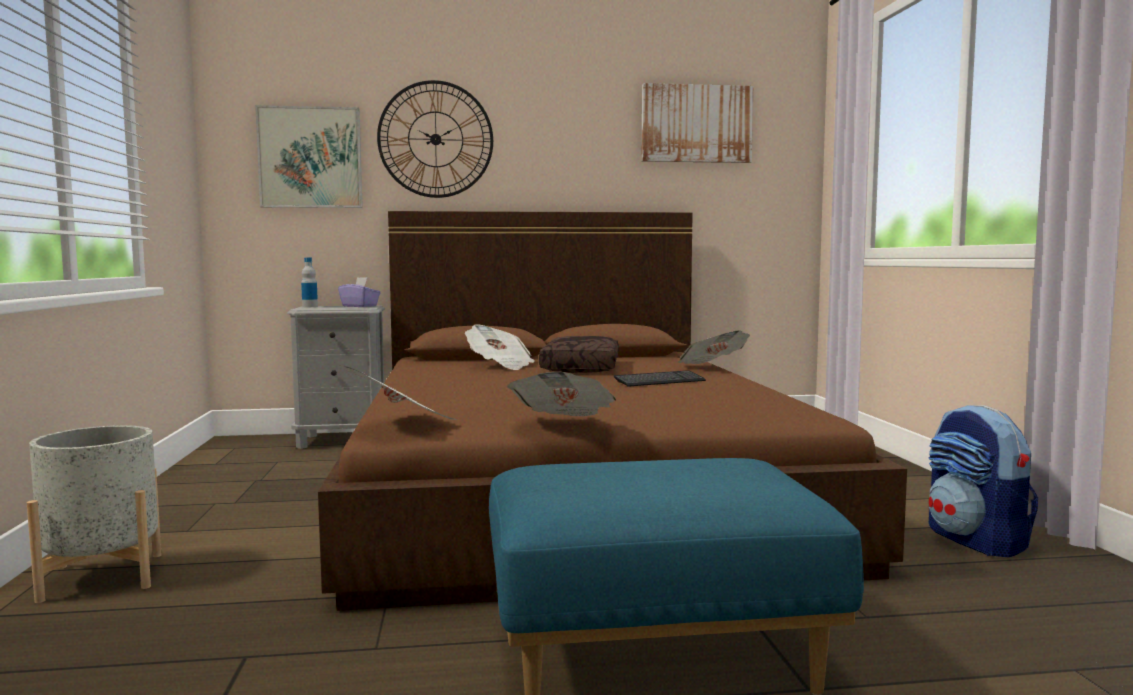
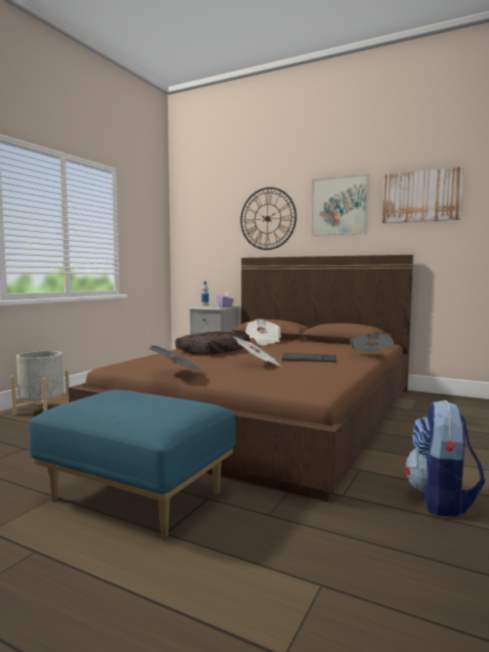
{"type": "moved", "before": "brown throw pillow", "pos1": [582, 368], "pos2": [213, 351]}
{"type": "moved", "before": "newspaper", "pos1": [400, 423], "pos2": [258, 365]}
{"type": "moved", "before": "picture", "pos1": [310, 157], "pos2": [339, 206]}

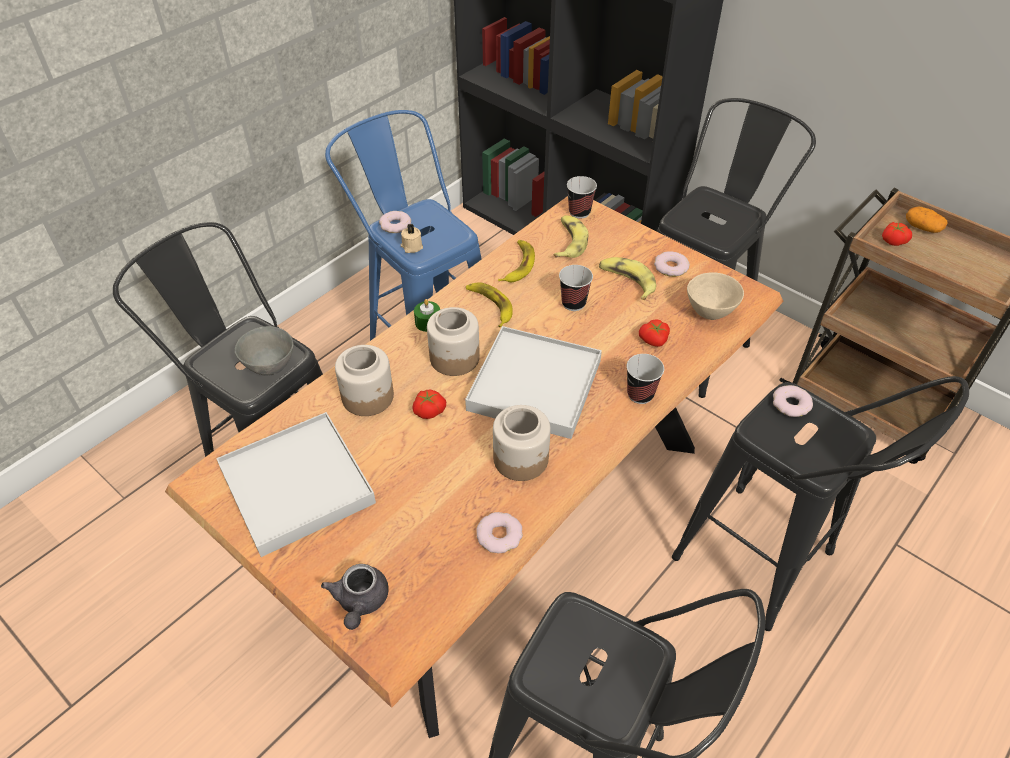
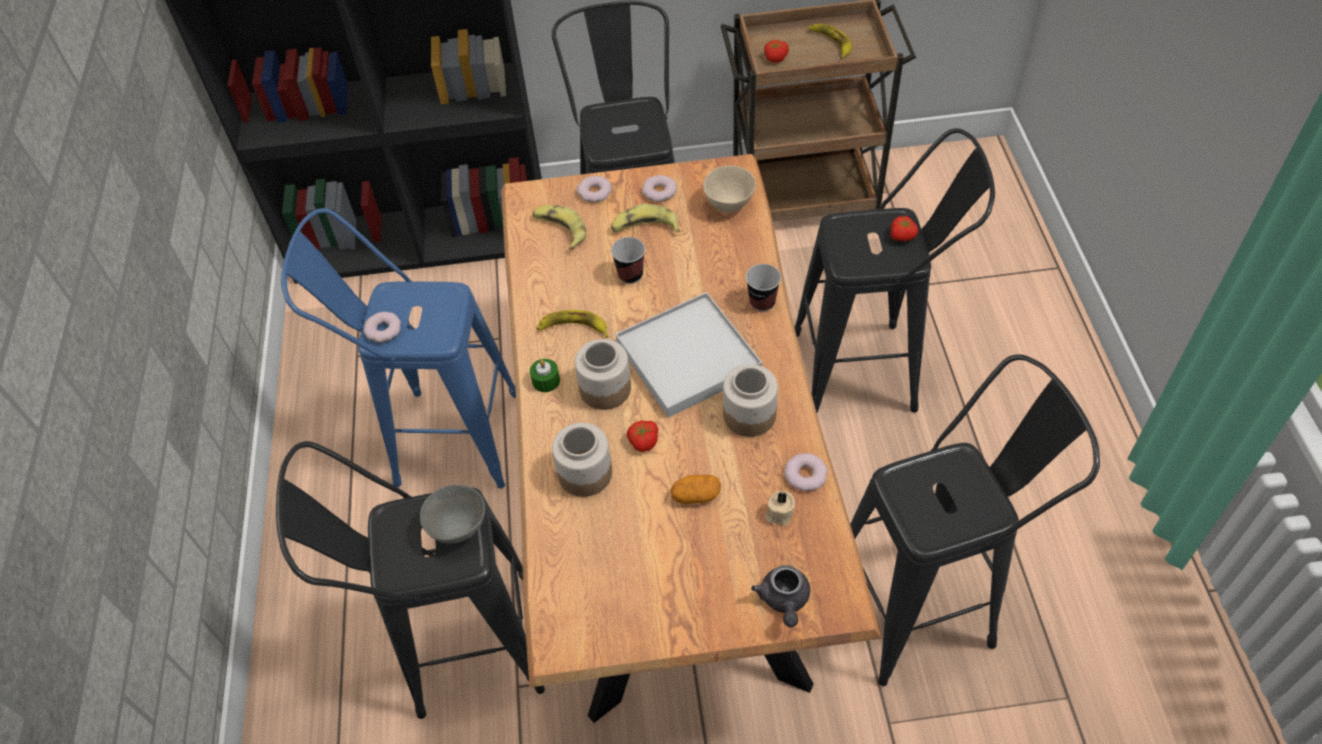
{"type": "moved", "before": "donut", "pos1": [791, 404], "pos2": [595, 192]}
{"type": "moved", "before": "spud", "pos1": [922, 228], "pos2": [695, 495]}
{"type": "turned", "before": "grey teapot", "pos1": [360, 602], "pos2": [784, 601], "turn": 45}
{"type": "moved", "before": "sand-coloured wax candle", "pos1": [411, 246], "pos2": [779, 514]}
{"type": "moved", "before": "banana", "pos1": [518, 265], "pos2": [830, 43]}
{"type": "moved", "before": "fresh tomato", "pos1": [654, 340], "pos2": [903, 236]}
{"type": "removed", "before": "white-coloured carrying tray", "pos1": [296, 485]}
{"type": "removed", "before": "cup", "pos1": [579, 212]}

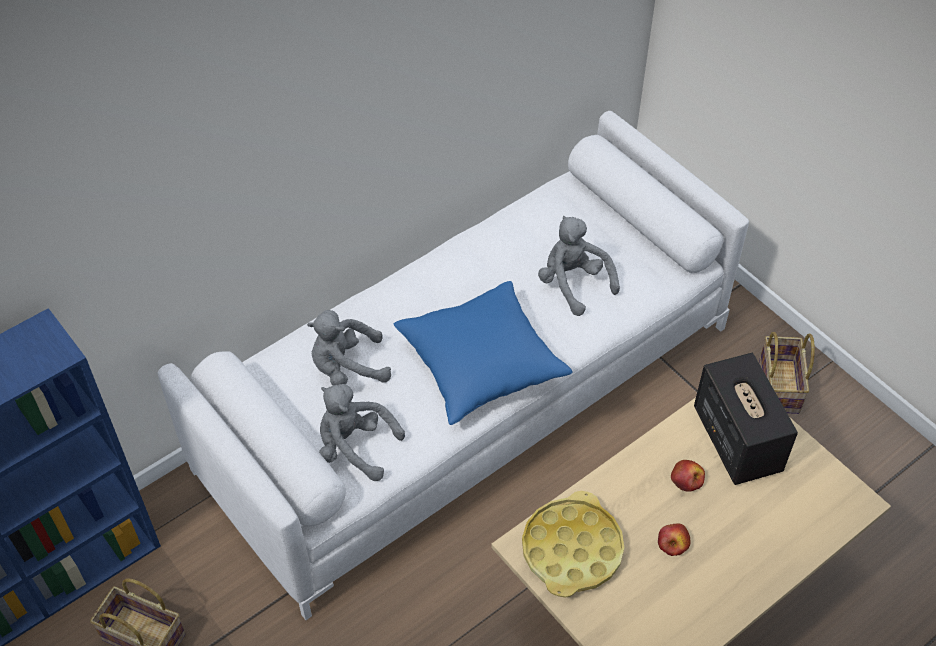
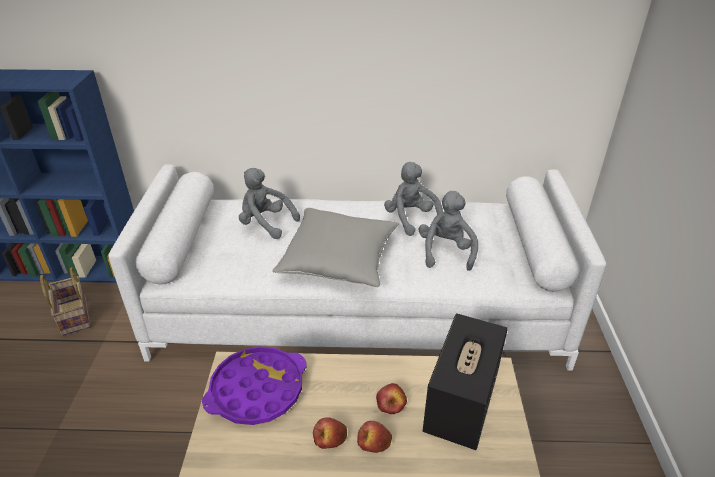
{"type": "recoloured", "before": "yellow carrying tray", "after": "purple-coloured carrying tray", "pos1": [571, 549], "pos2": [257, 390]}
{"type": "recoloured", "before": "blue-coloured throw pillow", "after": "grey throw pillow", "pos1": [481, 363], "pos2": [339, 260]}
{"type": "added", "after": "whole apple", "pos2": [374, 442]}
{"type": "moved", "before": "grey plush toy", "pos1": [354, 447], "pos2": [411, 219]}
{"type": "removed", "before": "storage basket", "pos1": [780, 388]}

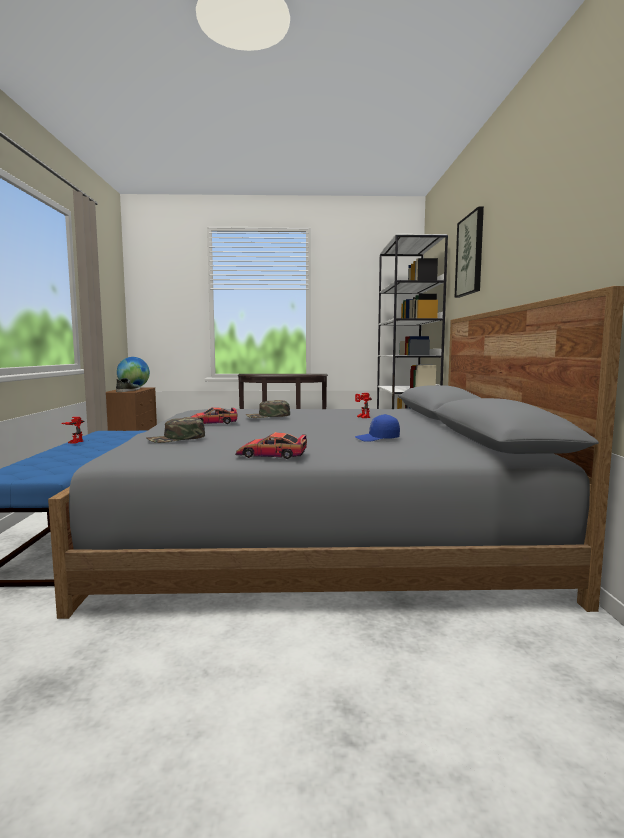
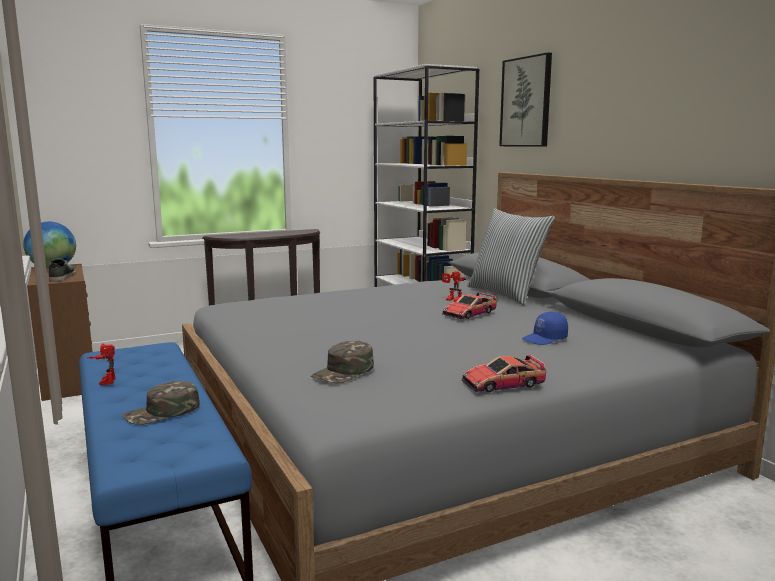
{"type": "moved", "before": "green-coloured peaked cap", "pos1": [268, 416], "pos2": [162, 412]}
{"type": "moved", "before": "model car", "pos1": [212, 423], "pos2": [469, 313]}
{"type": "added", "after": "throw pillow", "pos2": [506, 294]}

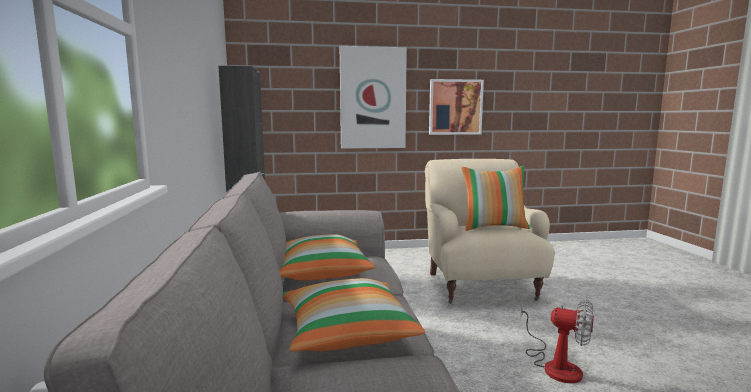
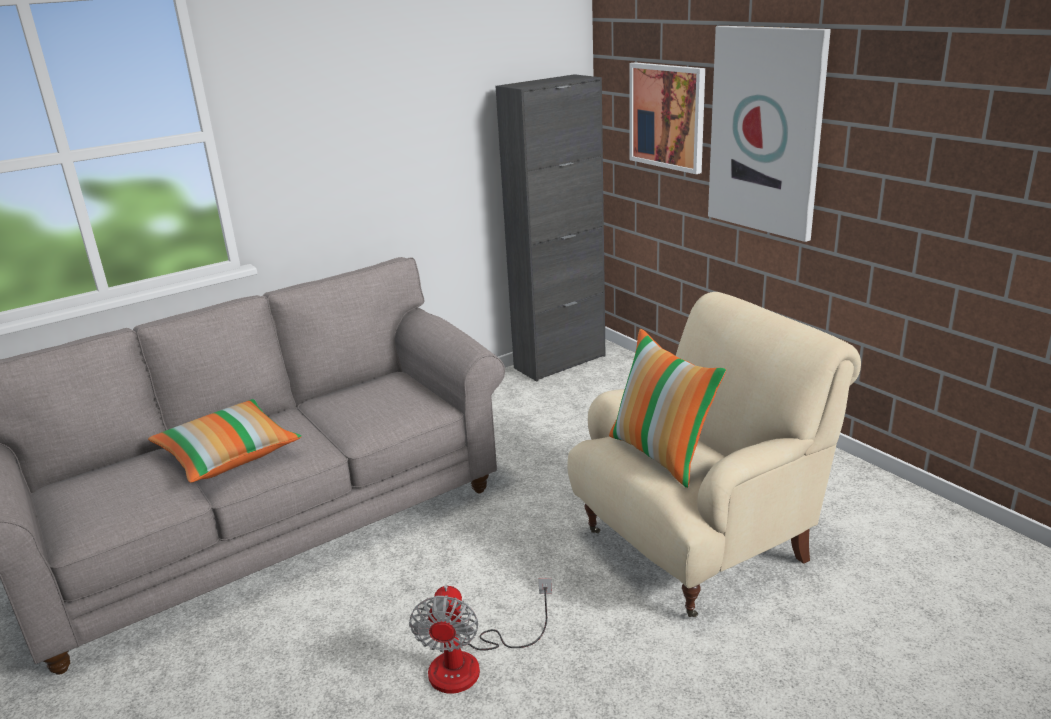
{"type": "moved", "before": "picture", "pos1": [455, 107], "pos2": [667, 116]}
{"type": "removed", "before": "throw pillow", "pos1": [321, 272]}

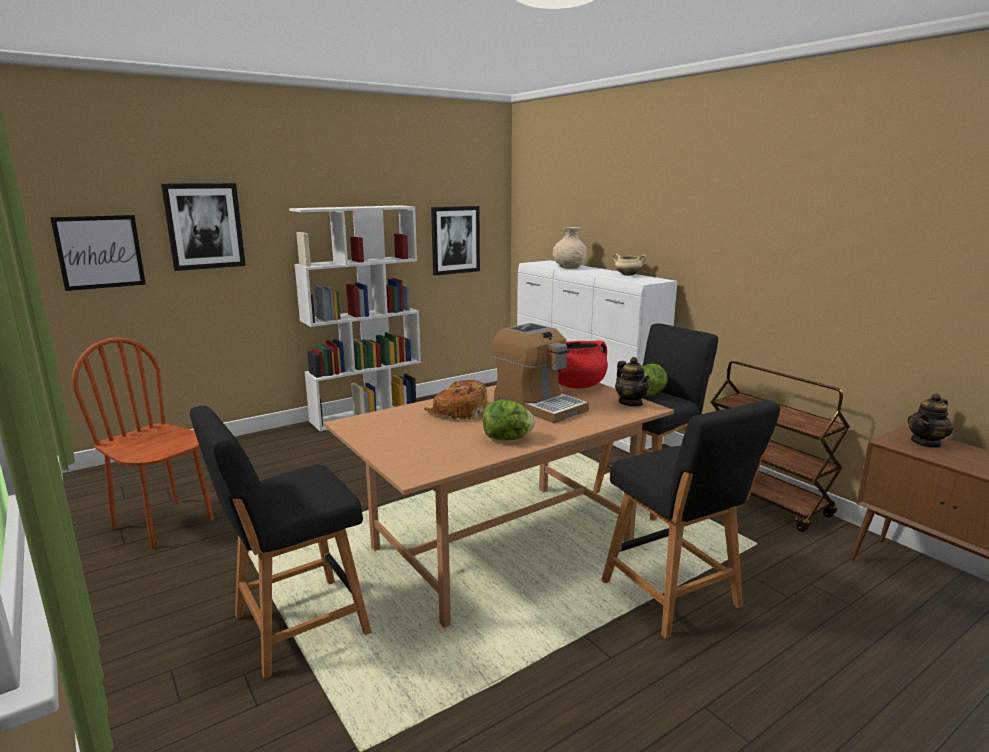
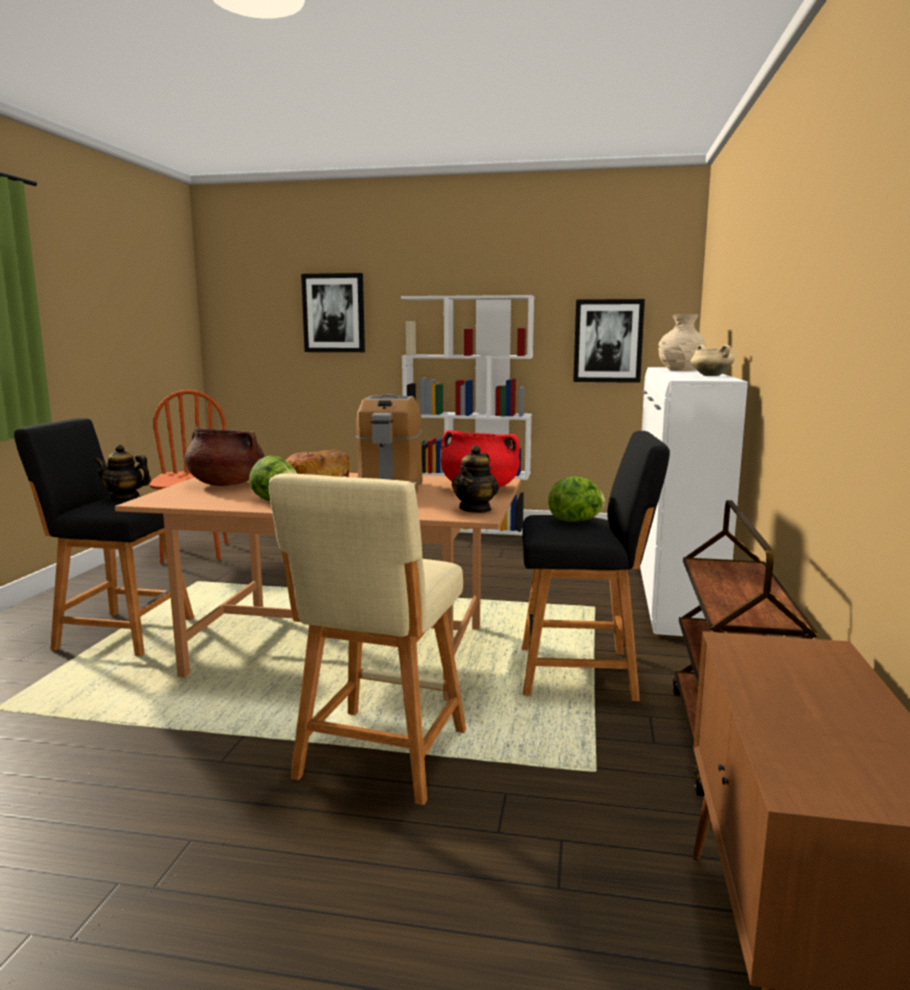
{"type": "moved", "before": "teapot", "pos1": [926, 443], "pos2": [124, 498]}
{"type": "added", "after": "brown saucepot", "pos2": [226, 484]}
{"type": "recoloured", "before": "black sitting stool", "after": "sand-coloured sitting stool", "pos1": [674, 597], "pos2": [379, 758]}
{"type": "removed", "before": "picture", "pos1": [100, 252]}

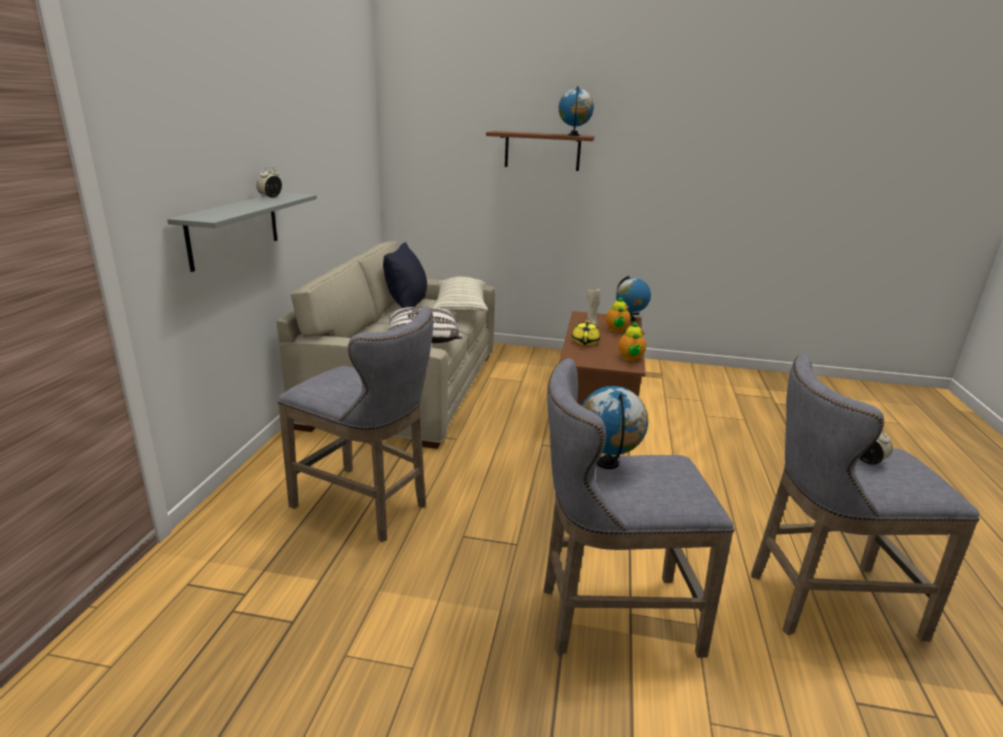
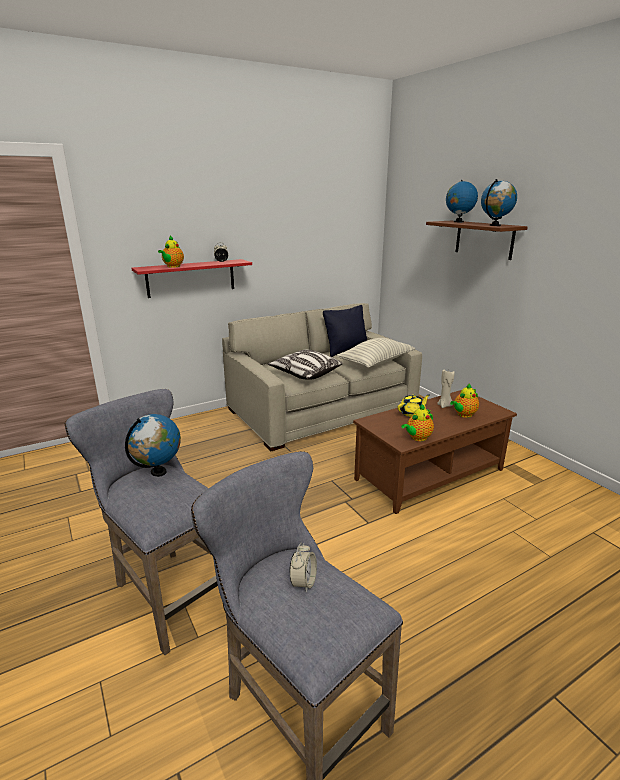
{"type": "recoloured", "before": "grey bracket shelf", "after": "reddish bracket shelf", "pos1": [234, 229], "pos2": [191, 278]}
{"type": "added", "after": "teapot", "pos2": [173, 266]}
{"type": "moved", "before": "desk globe", "pos1": [630, 319], "pos2": [458, 222]}
{"type": "removed", "before": "grey sitting stool", "pos1": [366, 506]}

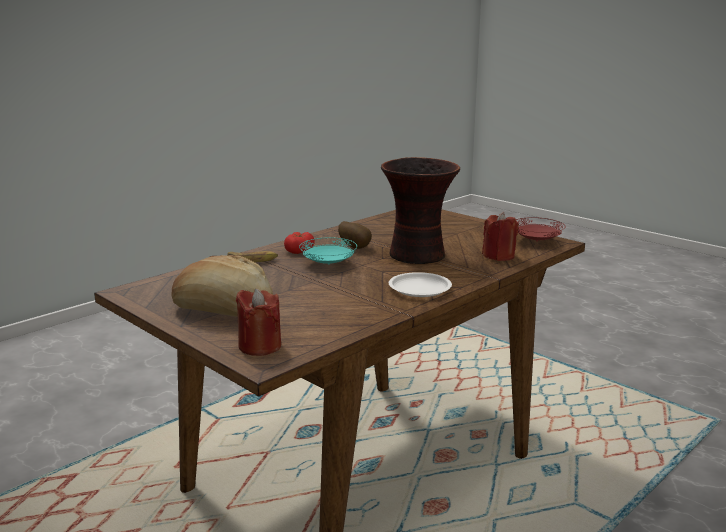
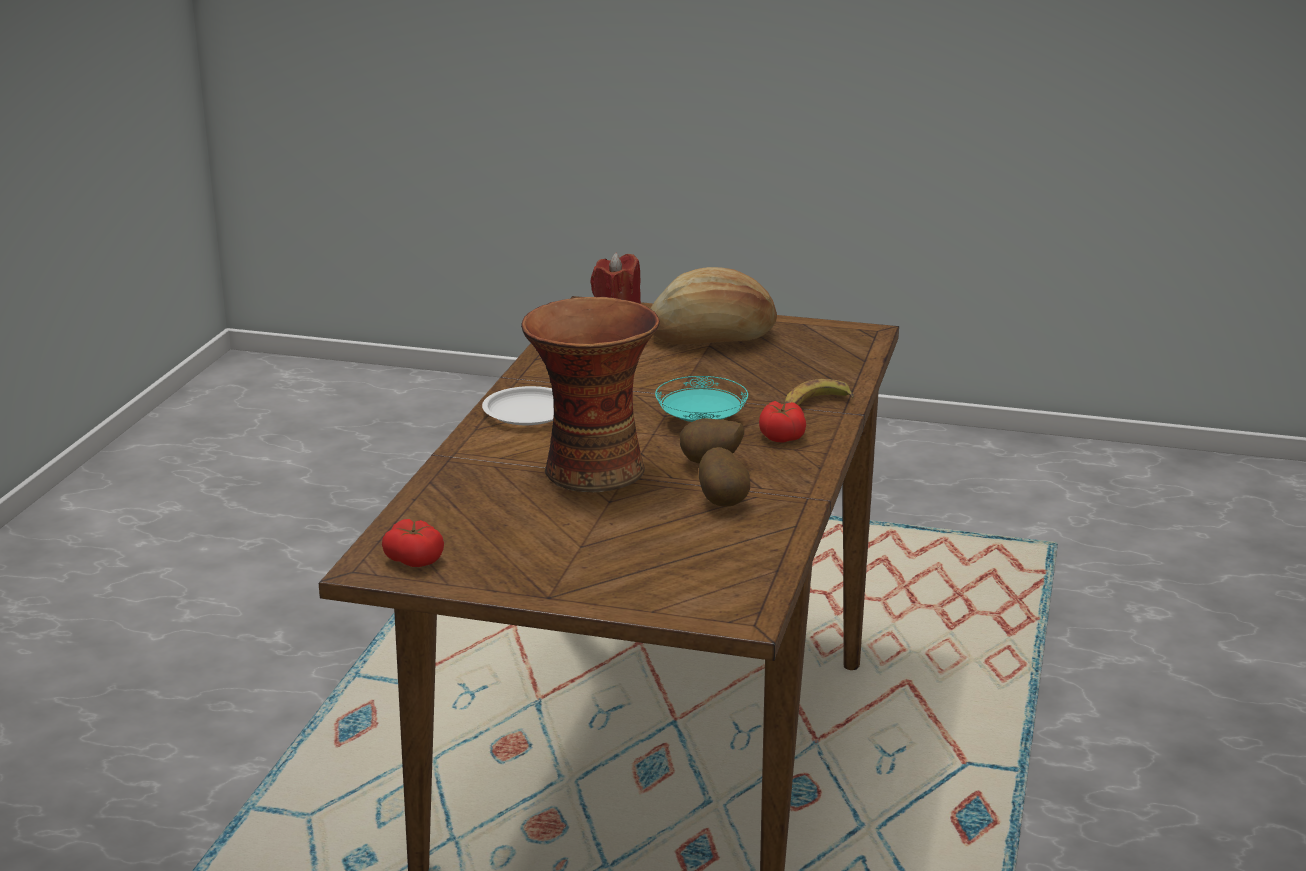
{"type": "replaced", "before": "reddish dinner plate", "after": "fresh tomato", "pos1": [536, 241], "pos2": [414, 559]}
{"type": "added", "after": "spud", "pos2": [724, 501]}
{"type": "removed", "before": "reddish wax candle", "pos1": [498, 256]}

